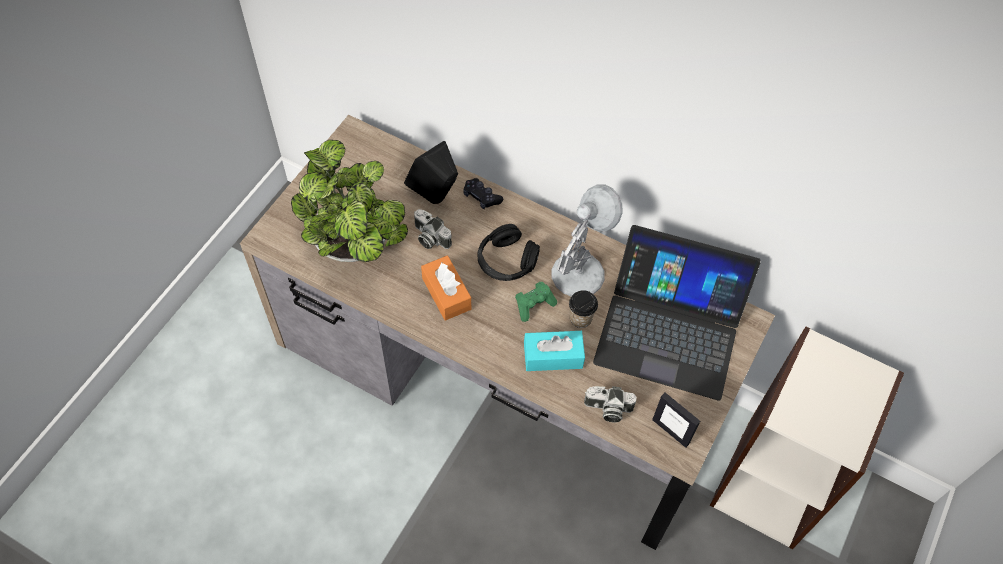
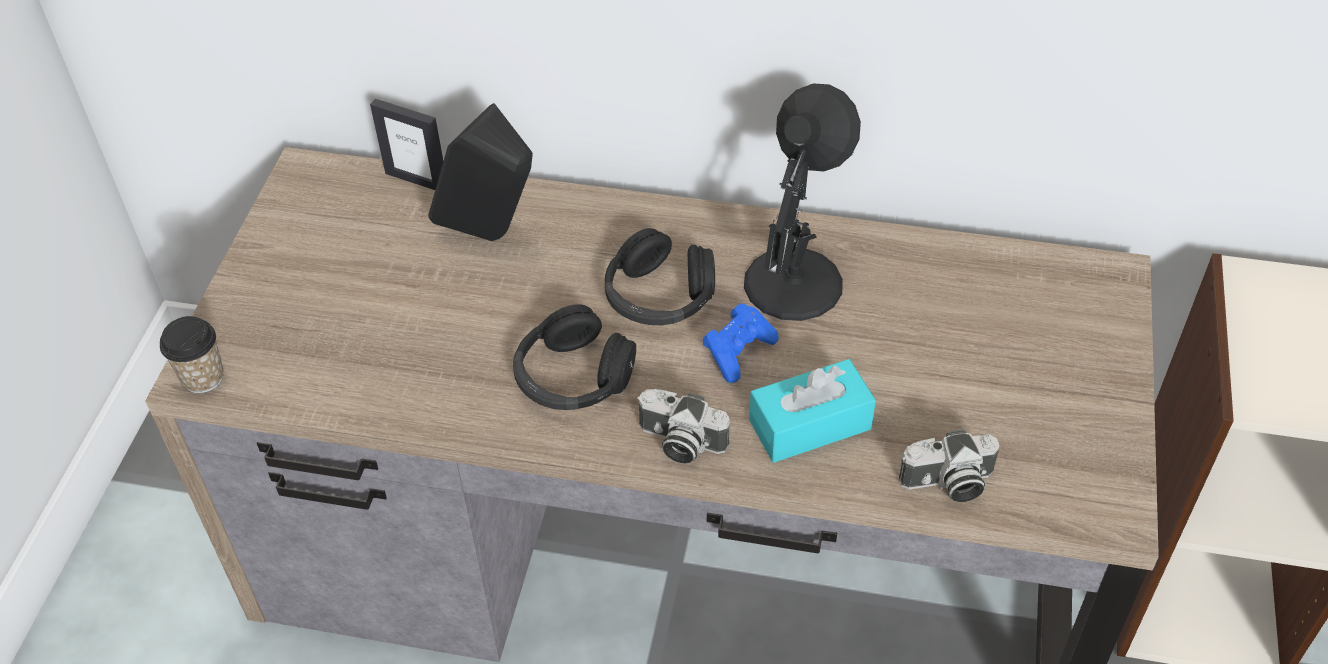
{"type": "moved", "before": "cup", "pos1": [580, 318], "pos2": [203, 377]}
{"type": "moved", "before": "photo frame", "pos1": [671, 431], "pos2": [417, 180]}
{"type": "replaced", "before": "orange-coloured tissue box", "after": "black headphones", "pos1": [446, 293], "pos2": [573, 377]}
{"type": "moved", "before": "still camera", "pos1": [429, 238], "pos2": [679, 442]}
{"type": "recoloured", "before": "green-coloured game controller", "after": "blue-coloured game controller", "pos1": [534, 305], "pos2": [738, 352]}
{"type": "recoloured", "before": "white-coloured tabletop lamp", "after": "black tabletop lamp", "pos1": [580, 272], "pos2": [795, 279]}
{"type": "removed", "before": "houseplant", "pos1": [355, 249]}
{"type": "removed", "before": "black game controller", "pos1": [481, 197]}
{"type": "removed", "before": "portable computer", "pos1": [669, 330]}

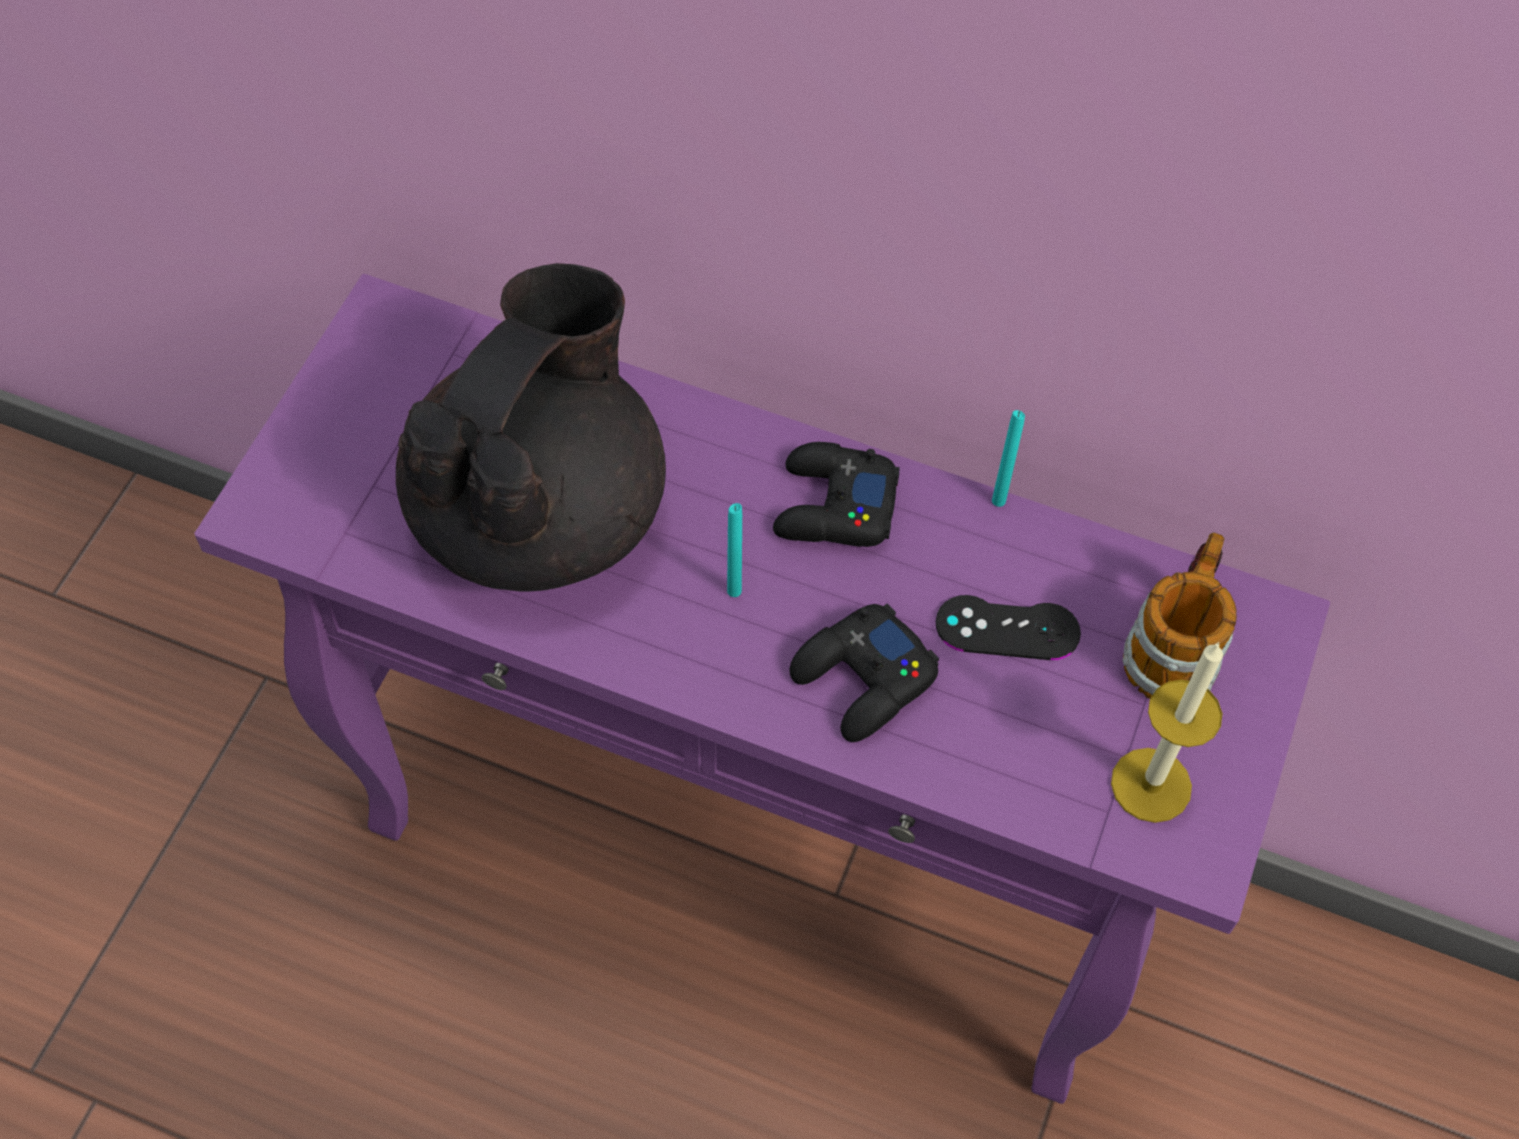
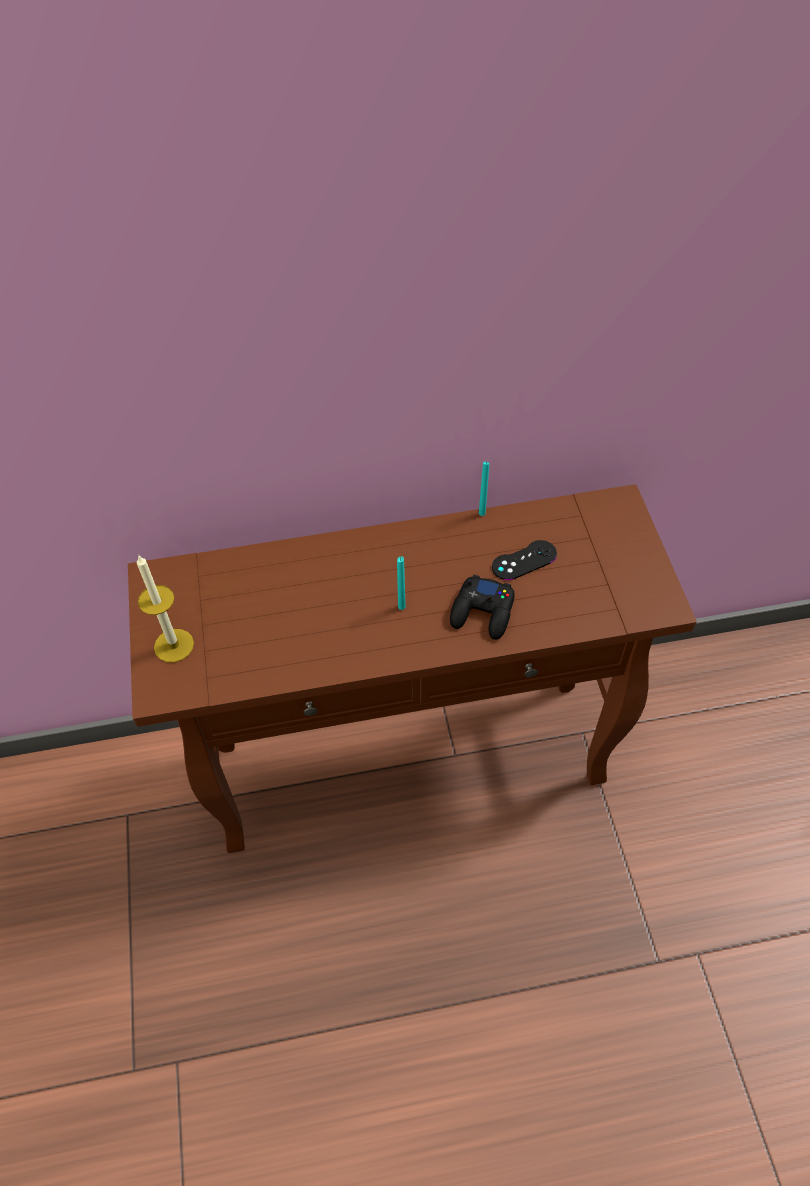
{"type": "recoloured", "before": "purple-coloured narrow table", "after": "brown narrow table", "pos1": [757, 860], "pos2": [411, 761]}
{"type": "moved", "before": "wax candle", "pos1": [1151, 785], "pos2": [174, 645]}
{"type": "removed", "before": "black teapot", "pos1": [541, 511]}
{"type": "removed", "before": "black game controller", "pos1": [833, 507]}
{"type": "removed", "before": "mug", "pos1": [1174, 646]}

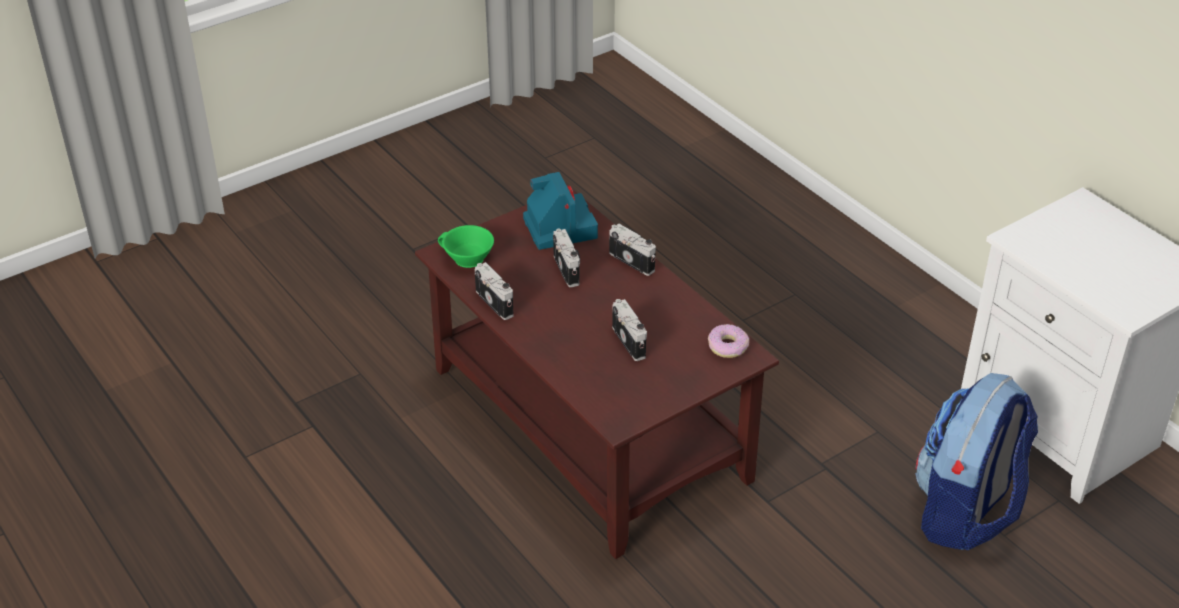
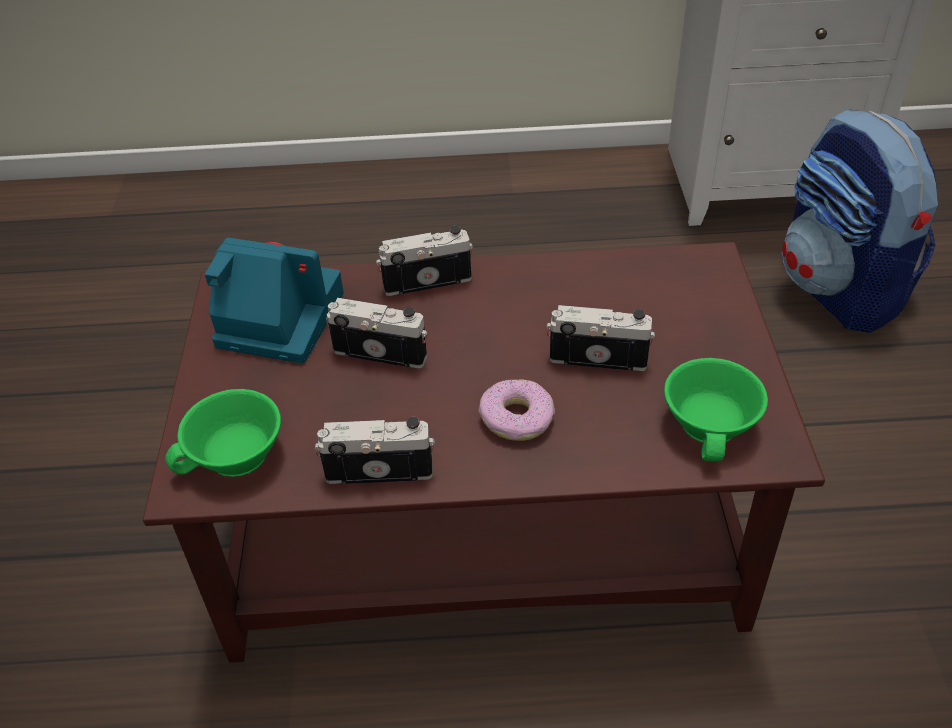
{"type": "moved", "before": "donut", "pos1": [728, 346], "pos2": [517, 417]}
{"type": "added", "after": "green-coloured cup", "pos2": [713, 425]}

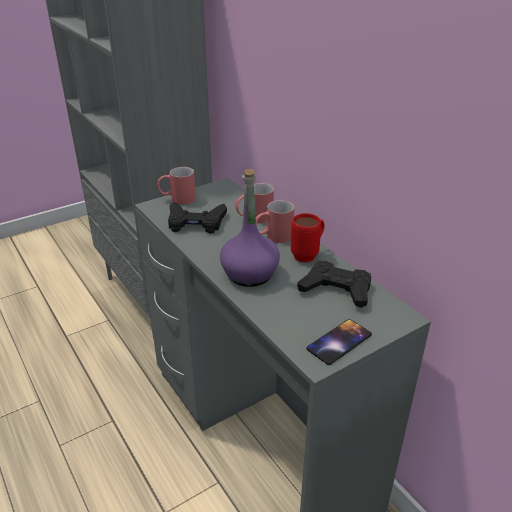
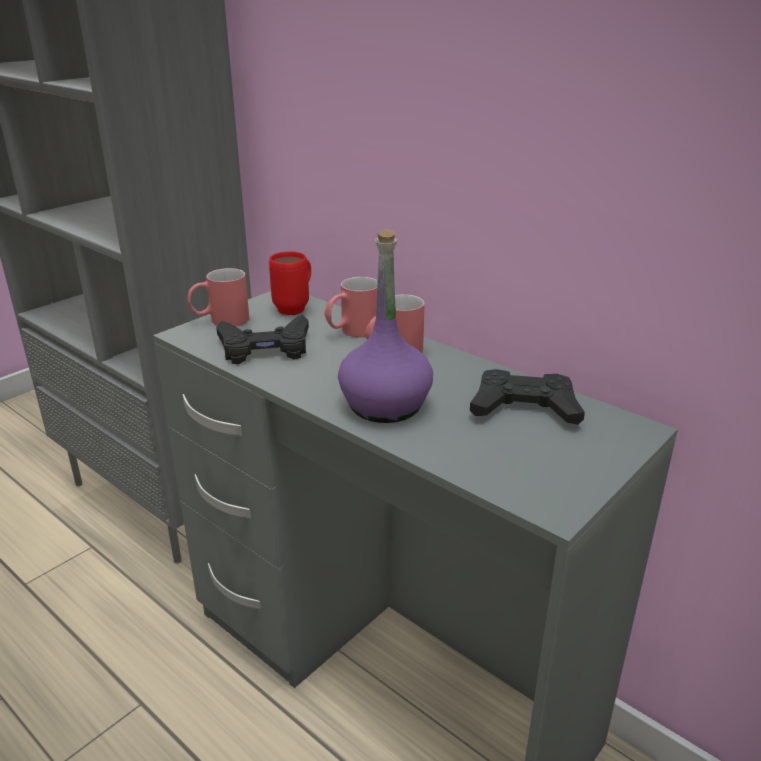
{"type": "moved", "before": "reddish mug", "pos1": [308, 255], "pos2": [296, 308]}
{"type": "removed", "before": "phone", "pos1": [339, 342]}

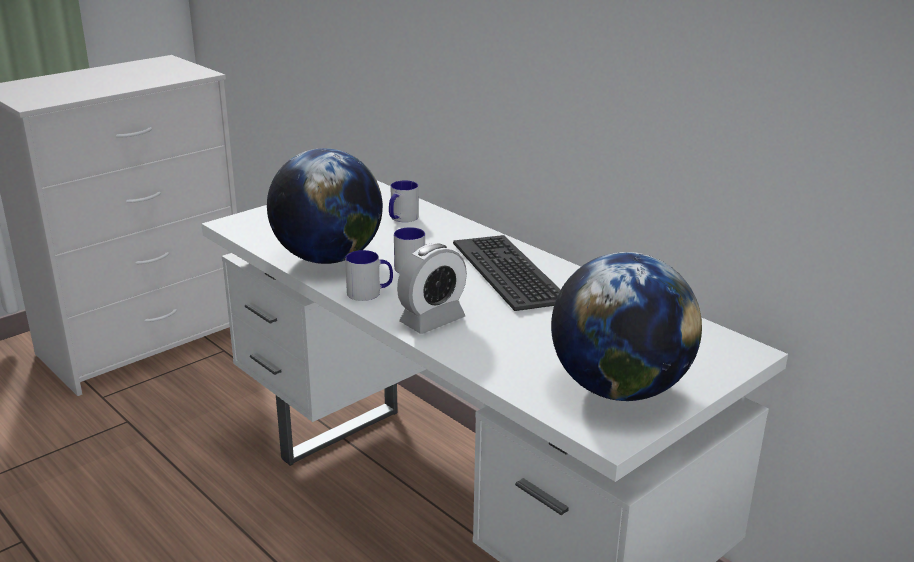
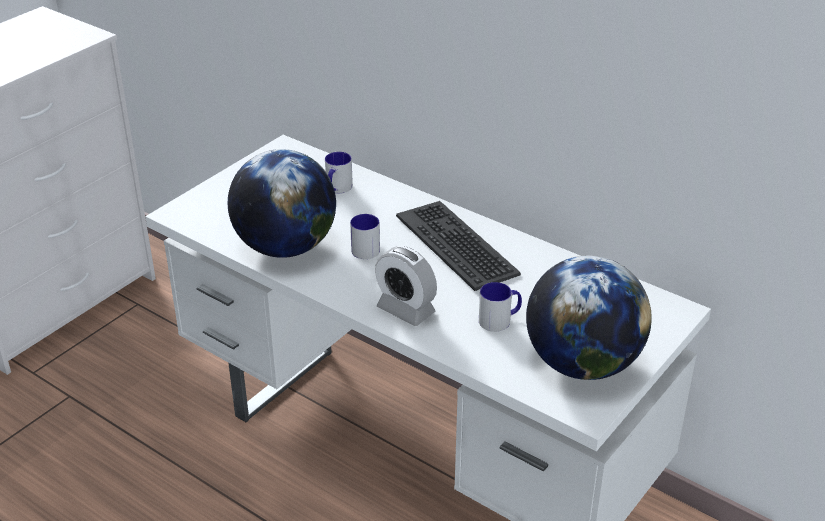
{"type": "turned", "before": "bedside clock", "pos1": [432, 320], "pos2": [405, 310], "turn": 90}
{"type": "moved", "before": "mug", "pos1": [370, 292], "pos2": [500, 320]}

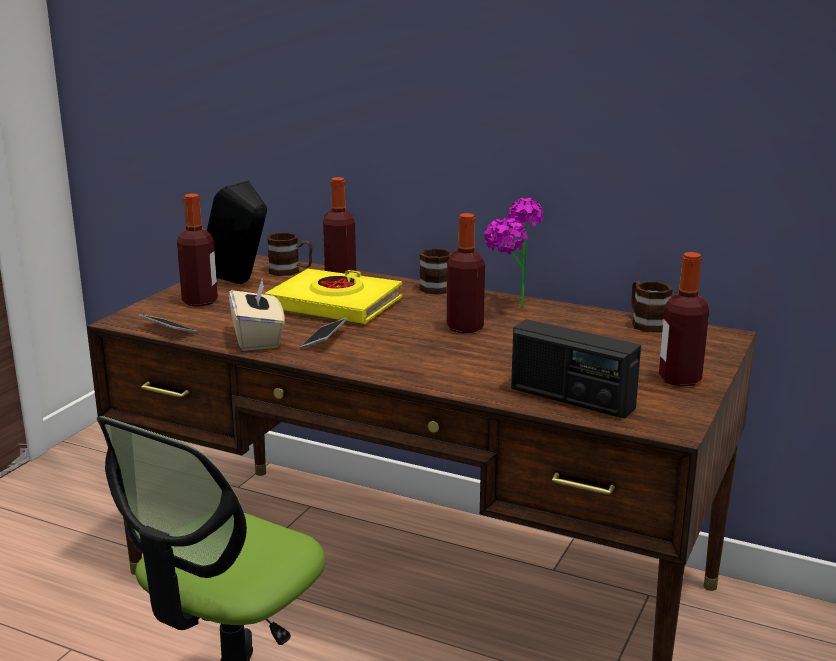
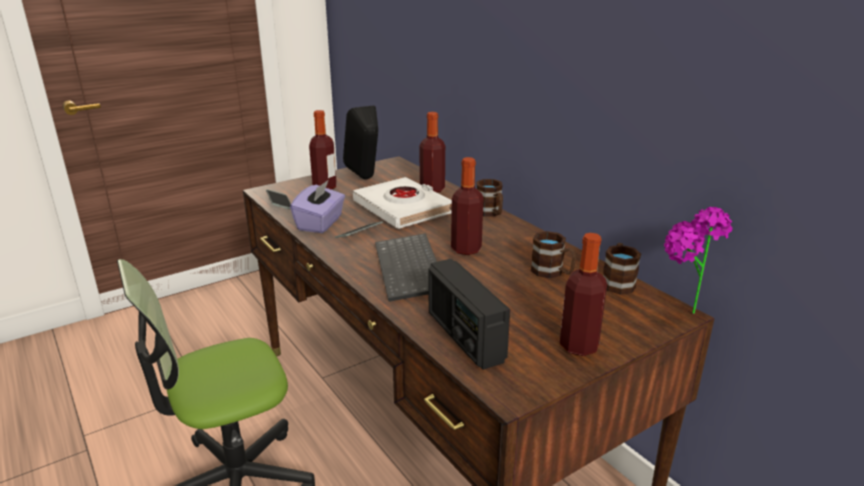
{"type": "recoloured", "before": "sand-coloured tissue box", "after": "purple-coloured tissue box", "pos1": [258, 339], "pos2": [320, 223]}
{"type": "recoloured", "before": "yellow bound book", "after": "white-coloured bound book", "pos1": [335, 305], "pos2": [402, 208]}
{"type": "added", "after": "computer keyboard", "pos2": [411, 269]}
{"type": "moved", "before": "brown mug", "pos1": [290, 271], "pos2": [552, 272]}
{"type": "moved", "before": "houseplant", "pos1": [508, 308], "pos2": [677, 311]}

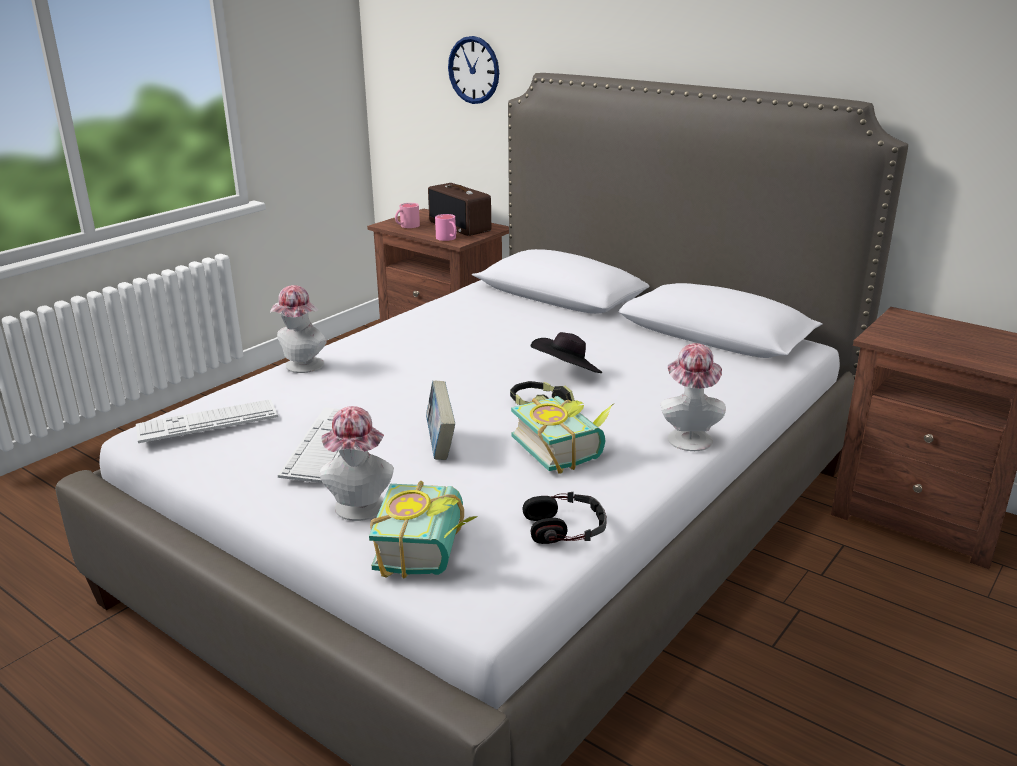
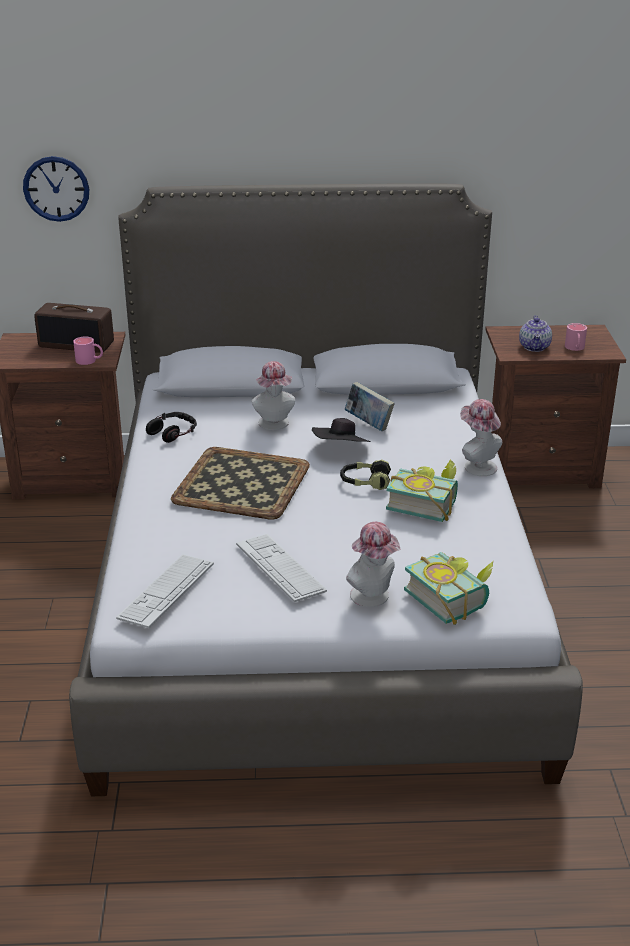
{"type": "moved", "before": "headphones", "pos1": [565, 527], "pos2": [172, 432]}
{"type": "added", "after": "carrying tray", "pos2": [240, 484]}
{"type": "moved", "before": "wearable hat", "pos1": [301, 367], "pos2": [274, 425]}
{"type": "moved", "before": "bound book", "pos1": [440, 445], "pos2": [368, 424]}
{"type": "added", "after": "teapot", "pos2": [535, 347]}
{"type": "moved", "before": "pinkish mug", "pos1": [406, 226], "pos2": [575, 348]}

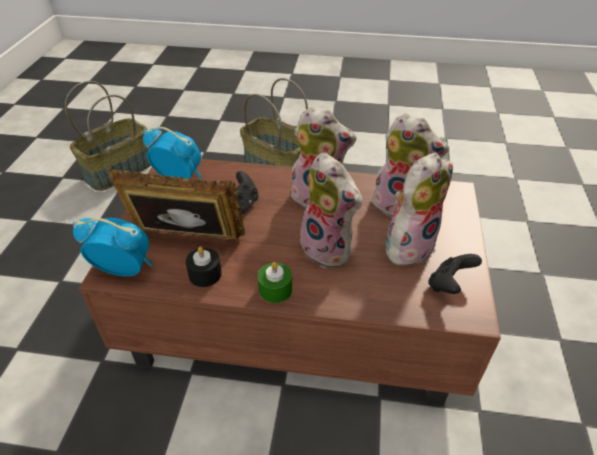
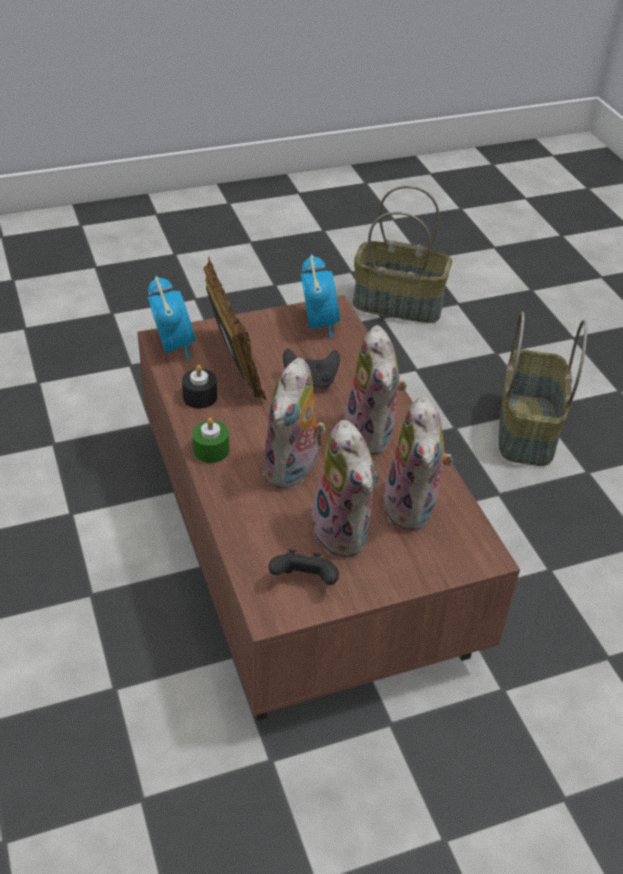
{"type": "turned", "before": "plush toy", "pos1": [408, 245], "pos2": [345, 532], "turn": 45}

